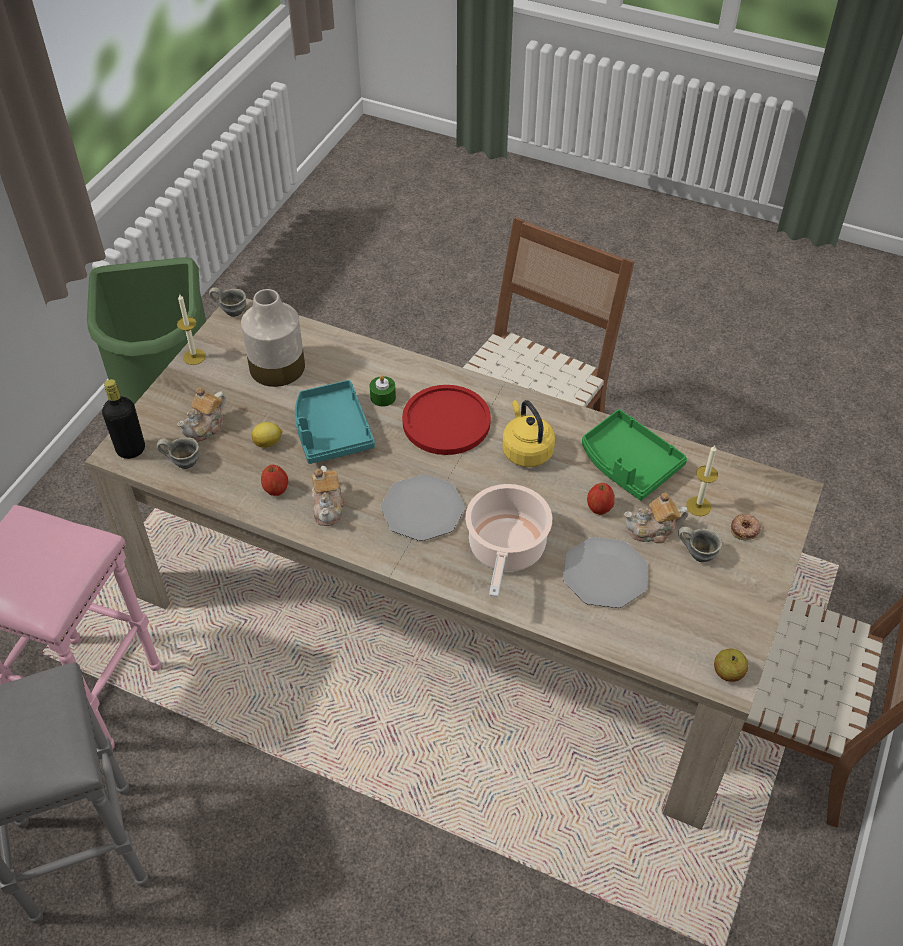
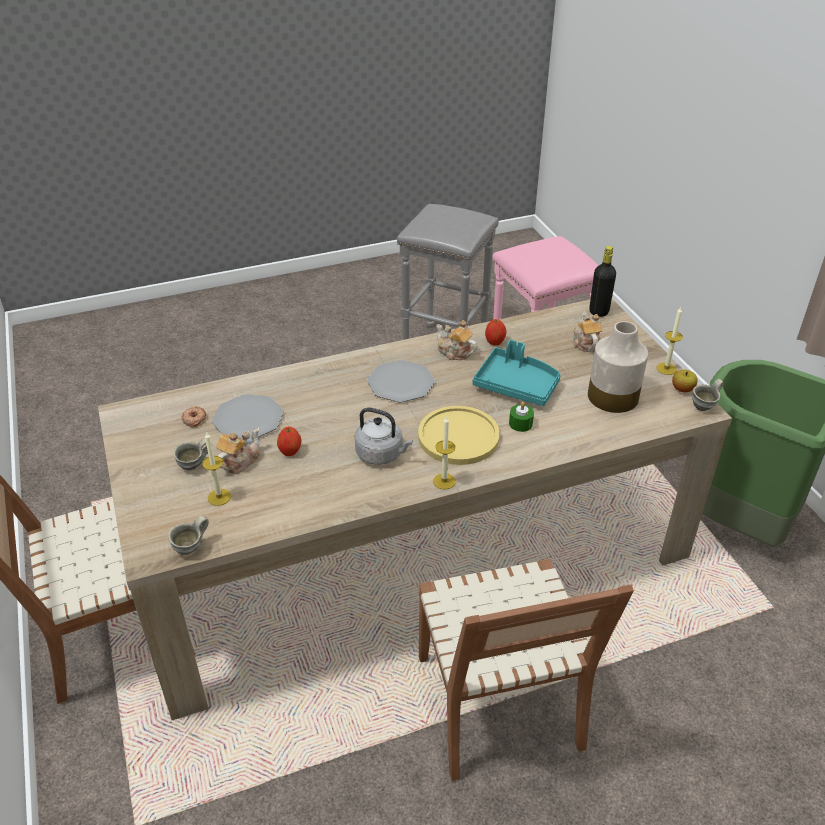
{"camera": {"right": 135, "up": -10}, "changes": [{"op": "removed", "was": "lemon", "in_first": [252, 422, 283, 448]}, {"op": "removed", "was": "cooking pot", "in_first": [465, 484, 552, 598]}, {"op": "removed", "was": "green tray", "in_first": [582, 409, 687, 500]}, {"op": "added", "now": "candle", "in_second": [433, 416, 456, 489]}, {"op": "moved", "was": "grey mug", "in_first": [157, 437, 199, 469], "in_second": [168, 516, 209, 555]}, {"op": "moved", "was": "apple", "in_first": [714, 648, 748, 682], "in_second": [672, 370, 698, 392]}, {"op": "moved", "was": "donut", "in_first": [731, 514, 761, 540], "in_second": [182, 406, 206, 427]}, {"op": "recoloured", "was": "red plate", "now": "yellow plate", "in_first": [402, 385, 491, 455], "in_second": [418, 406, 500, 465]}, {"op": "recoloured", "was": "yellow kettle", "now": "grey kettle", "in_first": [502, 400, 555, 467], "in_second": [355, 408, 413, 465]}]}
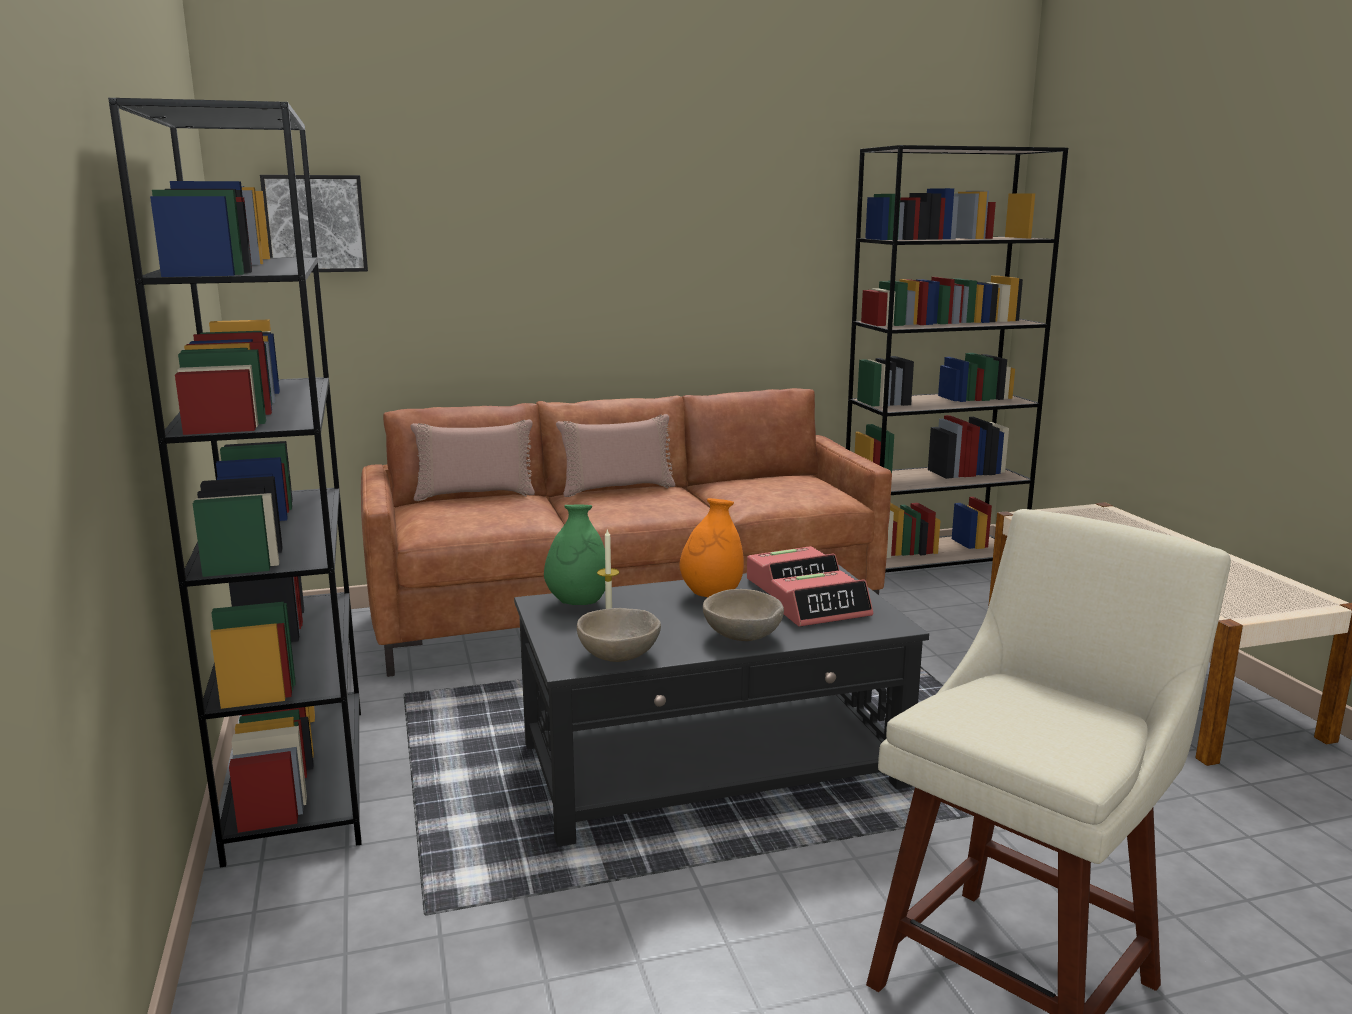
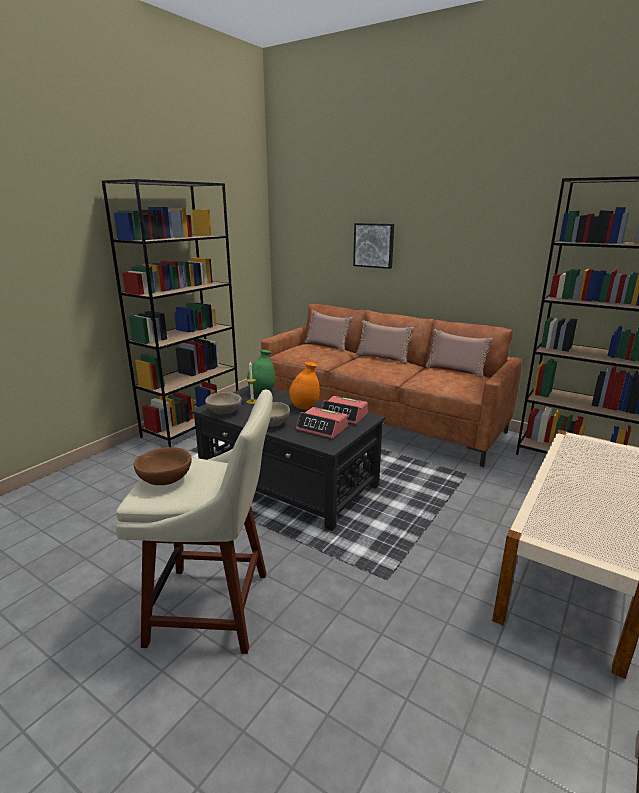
{"camera": {"right": 50, "up": 5}, "changes": [{"op": "added", "now": "brown bowl", "in_second": [134, 447, 192, 485]}, {"op": "added", "now": "beige pillow", "in_second": [425, 329, 493, 378]}, {"op": "moved", "was": "picture", "in_first": [260, 175, 368, 272], "in_second": [353, 223, 394, 269]}, {"op": "recoloured", "was": "black bookcase", "now": "beige bookcase", "in_first": [108, 98, 362, 867], "in_second": [102, 179, 238, 447]}]}
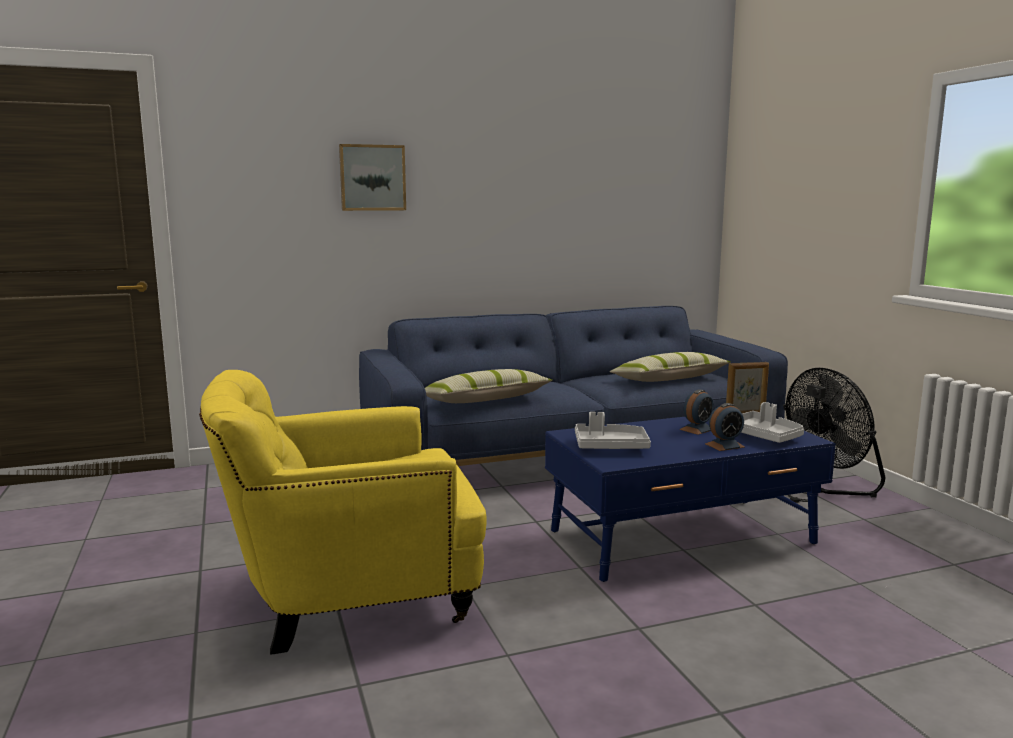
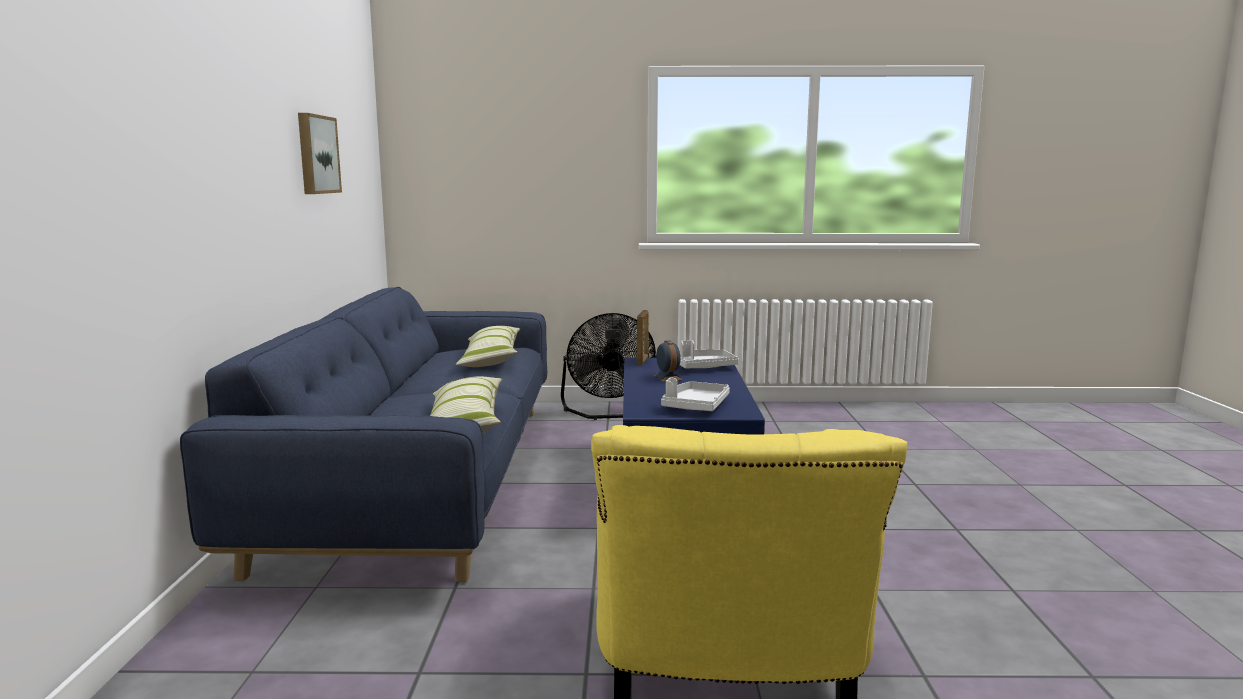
{"camera": {"right": -70, "up": 0}, "changes": [{"op": "removed", "was": "alarm clock", "in_first": [705, 403, 745, 451]}, {"op": "moved", "was": "picture", "in_first": [339, 144, 406, 211], "in_second": [298, 113, 342, 194]}]}
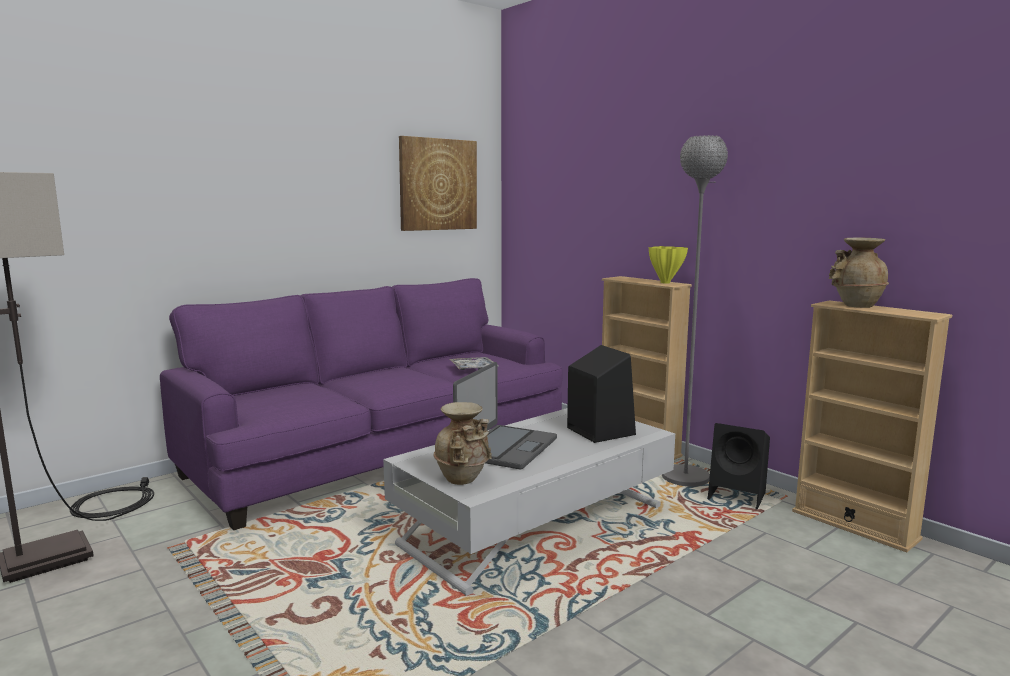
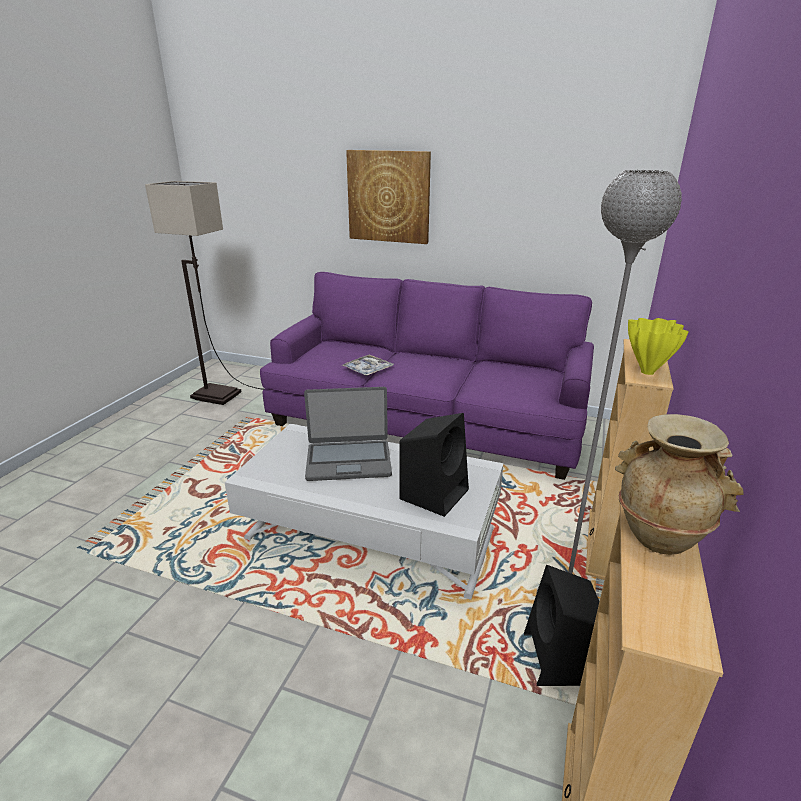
{"camera": {"right": 60, "up": 15}, "changes": [{"op": "removed", "was": "beige vase", "in_first": [434, 402, 492, 485]}, {"op": "moved", "was": "picture", "in_first": [399, 136, 477, 231], "in_second": [346, 150, 431, 244]}, {"op": "moved", "was": "tray", "in_first": [450, 357, 499, 370], "in_second": [341, 355, 394, 376]}]}
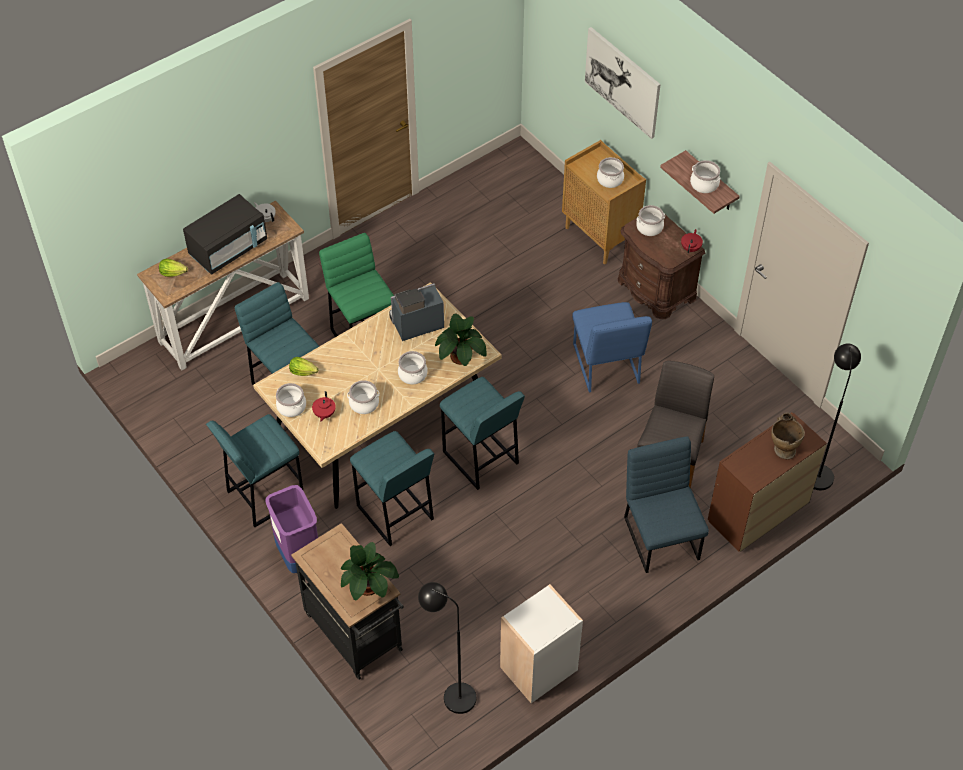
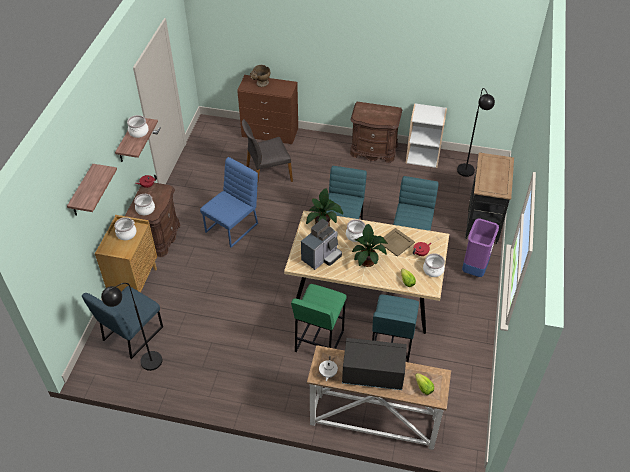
{"camera": {"right": -130, "up": -5}, "changes": [{"op": "removed", "was": "turquoise stool", "in_first": [206, 414, 304, 527]}, {"op": "added", "now": "brown nightstand", "in_second": [350, 102, 402, 163]}, {"op": "moved", "was": "potted plant", "in_first": [341, 542, 399, 600], "in_second": [352, 224, 388, 267]}, {"op": "moved", "was": "blue chair", "in_first": [624, 436, 709, 573], "in_second": [82, 286, 163, 359]}, {"op": "moved", "was": "black floor lamp", "in_first": [814, 344, 861, 490], "in_second": [101, 283, 162, 371]}, {"op": "replaced", "was": "cooking pot", "now": "beige tray", "in_first": [347, 380, 380, 414], "in_second": [379, 228, 415, 257]}, {"op": "replaced", "was": "picture", "now": "shelf", "in_first": [585, 27, 661, 139], "in_second": [67, 164, 117, 215]}, {"op": "turned", "was": "coffee machine", "in_first": [389, 283, 444, 341], "in_second": [301, 219, 342, 270], "clockwise": -75}]}
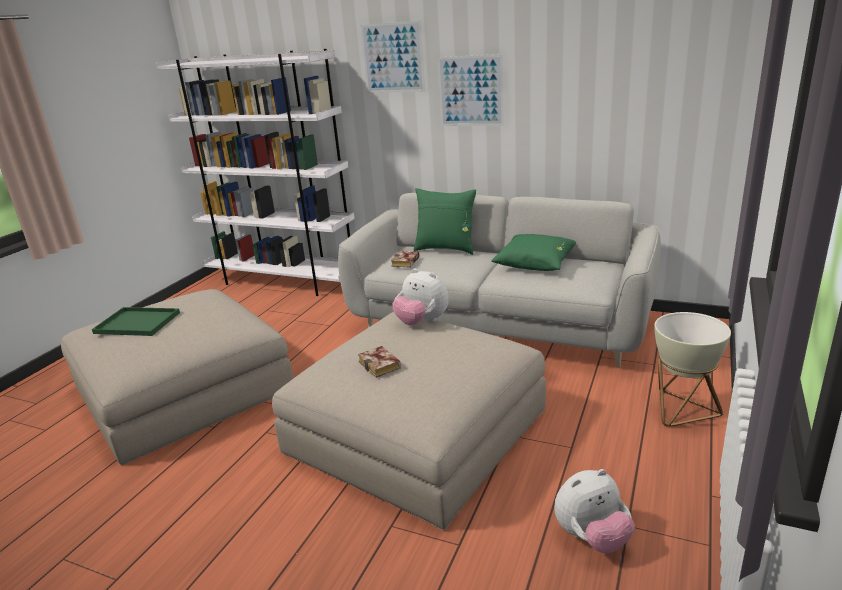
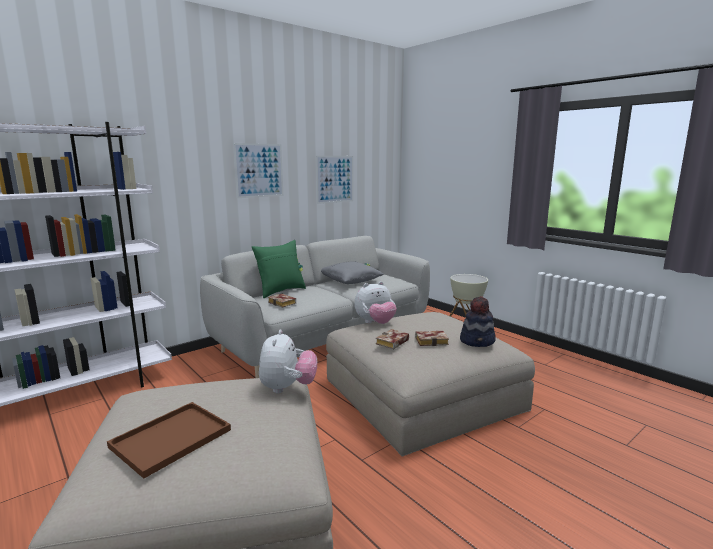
{"camera": {"right": -65, "up": -10}, "changes": [{"op": "added", "now": "book", "in_second": [376, 329, 409, 349]}, {"op": "added", "now": "hat", "in_second": [460, 296, 496, 347]}, {"op": "moved", "was": "picture", "in_first": [360, 20, 425, 93], "in_second": [316, 156, 353, 204]}, {"op": "moved", "was": "plush toy", "in_first": [554, 469, 635, 553], "in_second": [259, 330, 317, 393]}, {"op": "recoloured", "was": "green tray", "now": "brown tray", "in_first": [92, 307, 180, 336], "in_second": [107, 402, 231, 478]}, {"op": "recoloured", "was": "green pillow", "now": "grey pillow", "in_first": [491, 234, 576, 271], "in_second": [321, 261, 384, 284]}]}
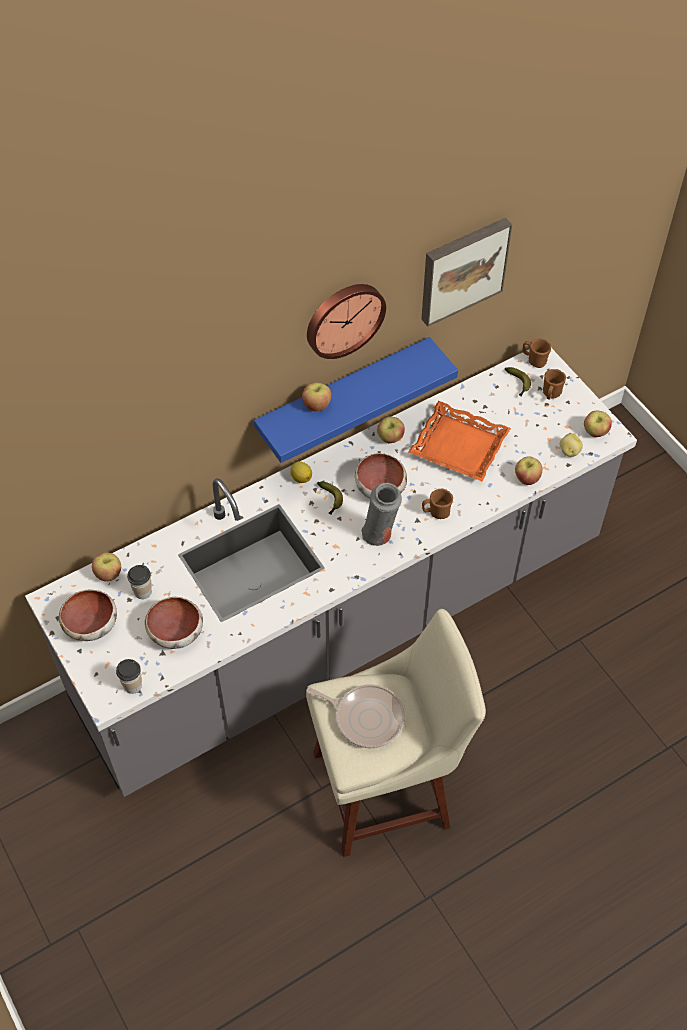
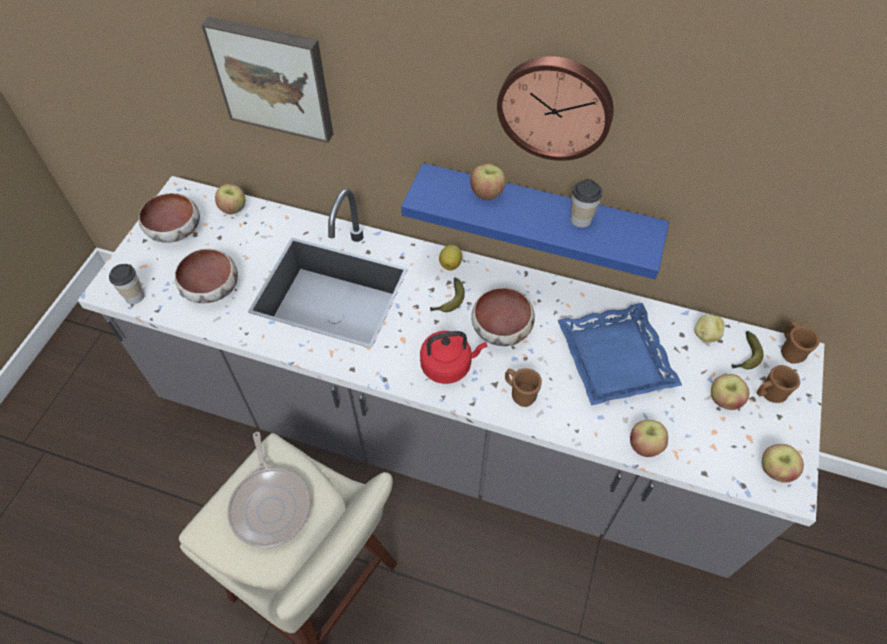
{"camera": {"right": 50, "up": 0}, "changes": [{"op": "moved", "was": "cup", "in_first": [127, 565, 152, 599], "in_second": [570, 179, 602, 228]}, {"op": "moved", "was": "apple", "in_first": [377, 417, 405, 443], "in_second": [711, 374, 749, 410]}, {"op": "moved", "was": "picture", "in_first": [421, 218, 512, 327], "in_second": [201, 16, 333, 143]}, {"op": "moved", "was": "potato", "in_first": [560, 433, 583, 457], "in_second": [695, 315, 725, 342]}, {"op": "replaced", "was": "grey vase", "now": "red kettle", "in_first": [361, 483, 402, 546], "in_second": [420, 331, 487, 384]}, {"op": "recoloured", "was": "orange tray", "now": "blue tray", "in_first": [408, 401, 511, 481], "in_second": [558, 303, 682, 405]}]}
